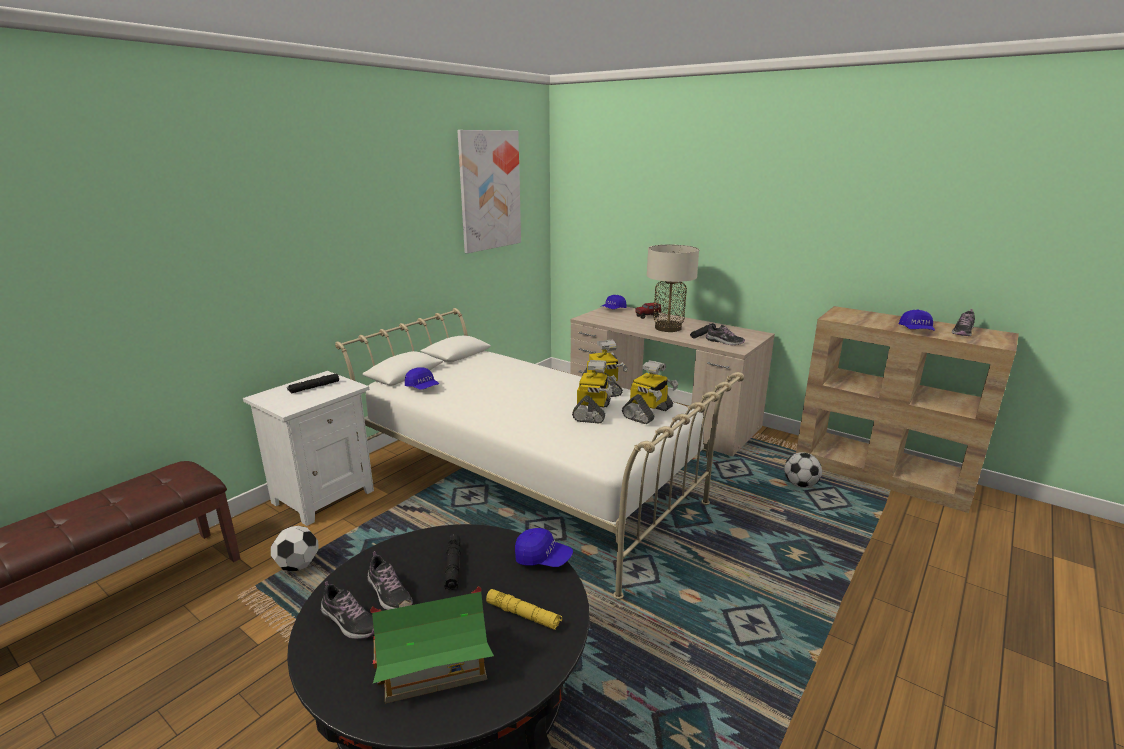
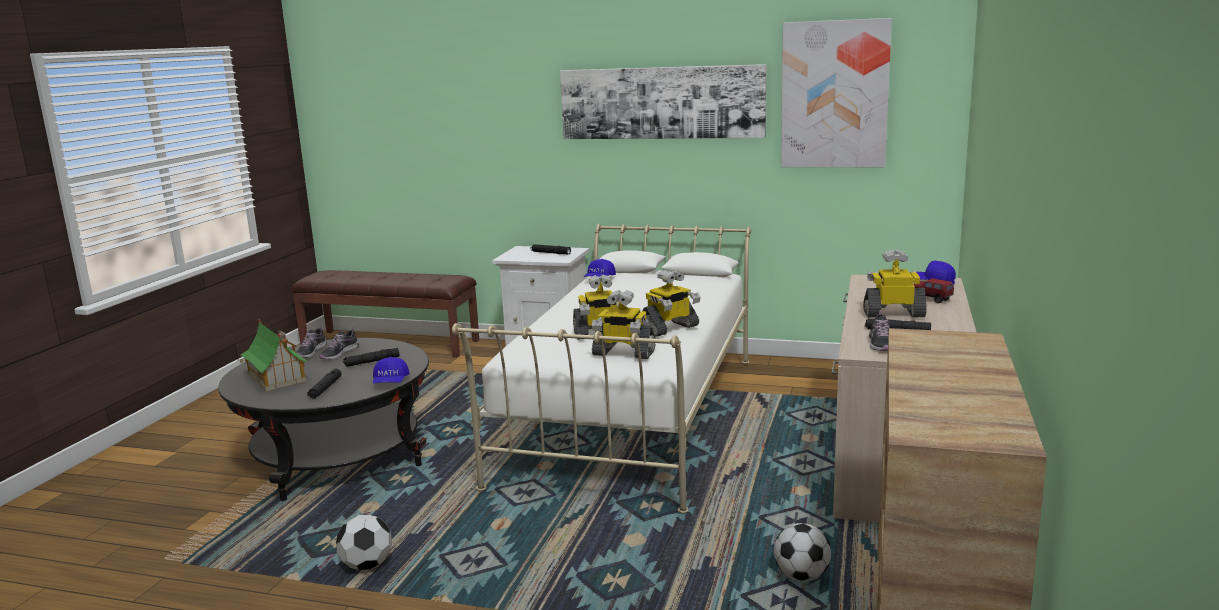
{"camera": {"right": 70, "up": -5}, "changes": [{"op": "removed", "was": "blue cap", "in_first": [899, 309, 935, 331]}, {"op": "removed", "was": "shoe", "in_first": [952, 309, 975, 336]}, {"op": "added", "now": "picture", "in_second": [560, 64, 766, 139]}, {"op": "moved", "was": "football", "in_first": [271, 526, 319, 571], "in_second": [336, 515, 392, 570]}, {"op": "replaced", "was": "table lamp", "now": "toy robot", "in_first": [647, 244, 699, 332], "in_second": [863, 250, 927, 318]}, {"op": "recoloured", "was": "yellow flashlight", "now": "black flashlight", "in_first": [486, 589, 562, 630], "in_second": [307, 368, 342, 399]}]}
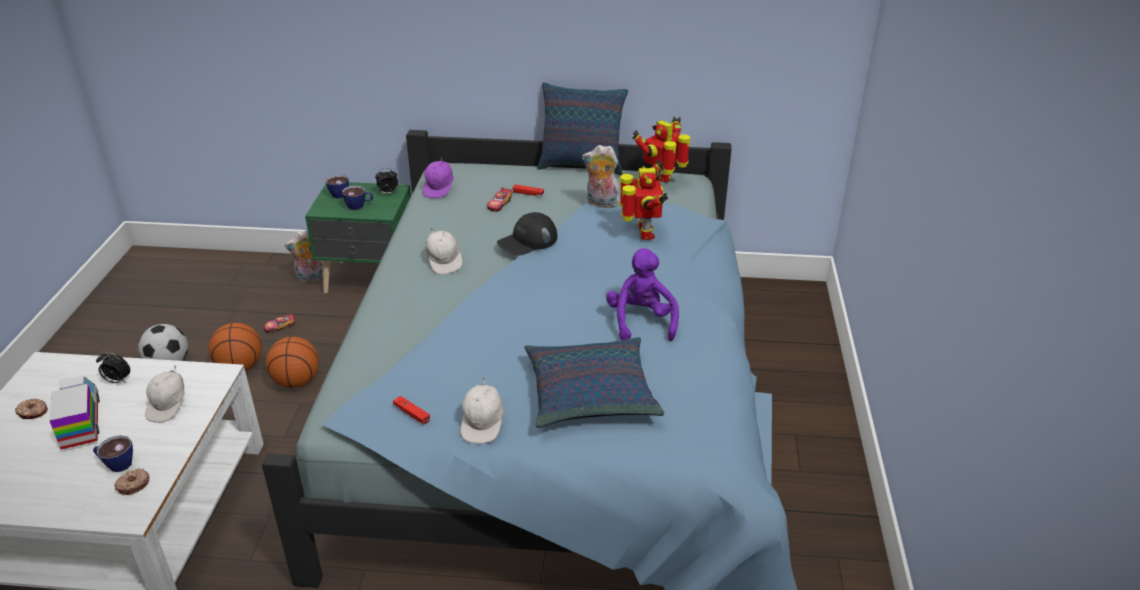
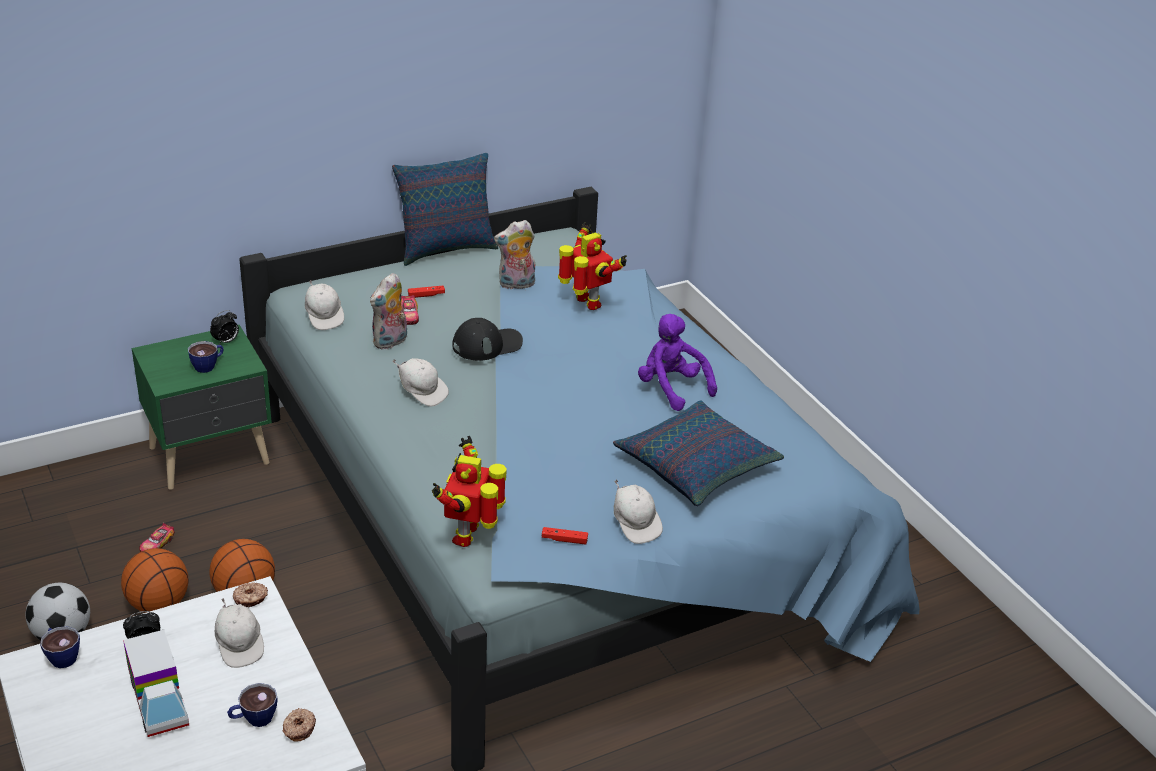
{"camera": {"right": -35, "up": 0}, "changes": [{"op": "moved", "was": "donut", "in_first": [15, 399, 48, 419], "in_second": [233, 582, 268, 607]}, {"op": "moved", "was": "plush toy", "in_first": [285, 230, 323, 283], "in_second": [370, 273, 410, 349]}, {"op": "moved", "was": "cup", "in_first": [326, 175, 349, 198], "in_second": [40, 626, 80, 668]}, {"op": "moved", "was": "toy robot", "in_first": [632, 117, 690, 183], "in_second": [432, 436, 506, 547]}, {"op": "recoloured", "was": "purple cap", "now": "white cap", "in_first": [423, 158, 454, 198], "in_second": [305, 280, 344, 330]}, {"op": "turned", "was": "toy truck", "in_first": [49, 376, 100, 450], "in_second": [123, 630, 189, 737], "clockwise": -150}, {"op": "turned", "was": "black cap", "in_first": [497, 212, 557, 255], "in_second": [452, 318, 523, 361], "clockwise": -135}]}
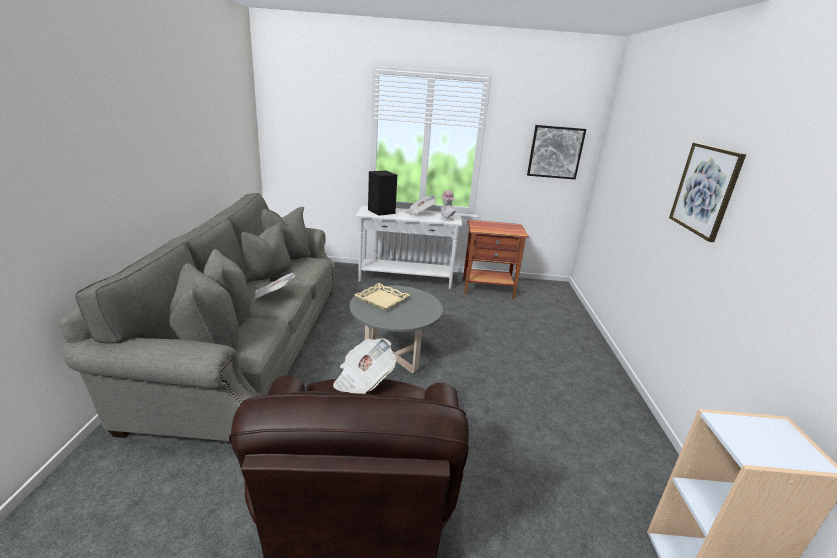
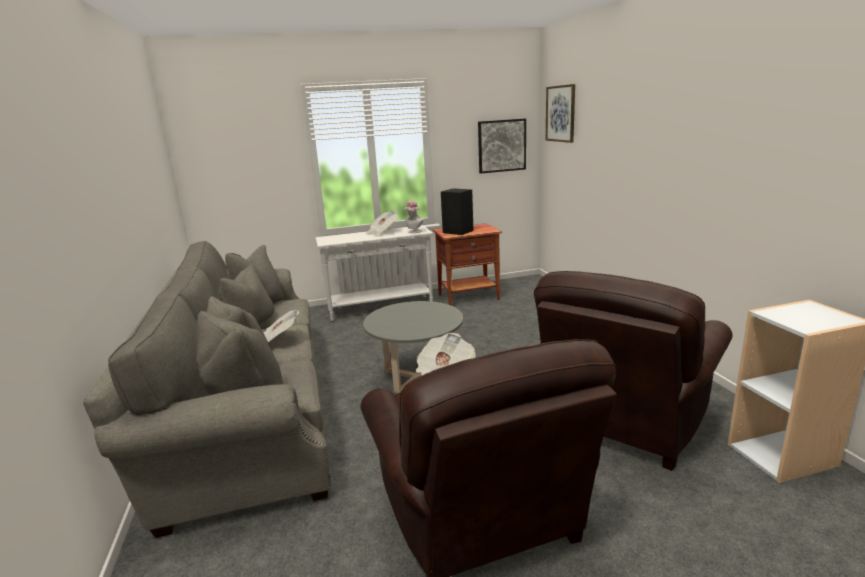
{"camera": {"right": -15, "up": -5}, "changes": [{"op": "removed", "was": "beige tray", "in_first": [354, 283, 410, 310]}, {"op": "added", "now": "brown armchair", "in_second": [534, 271, 733, 471]}, {"op": "moved", "was": "black speaker", "in_first": [368, 170, 397, 216], "in_second": [441, 188, 473, 235]}, {"op": "moved", "was": "picture", "in_first": [669, 143, 746, 242], "in_second": [546, 84, 575, 143]}]}
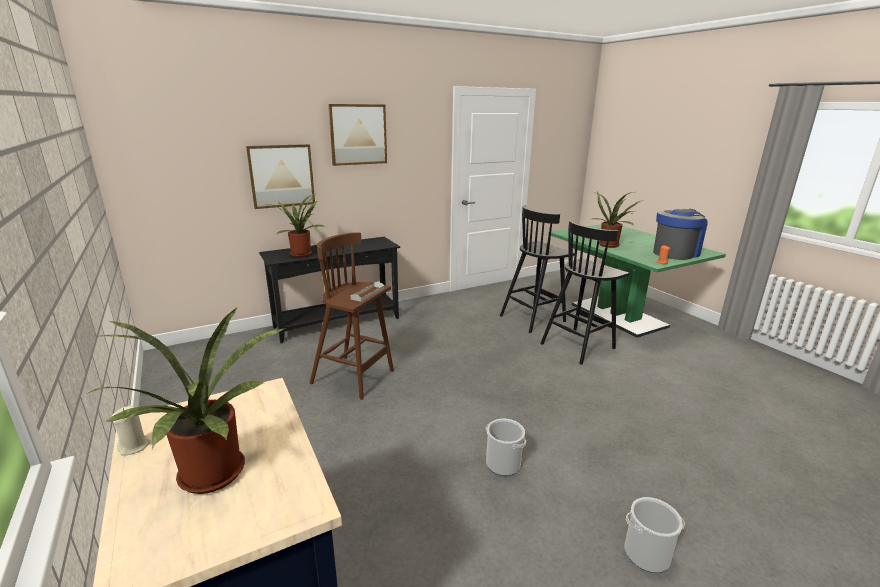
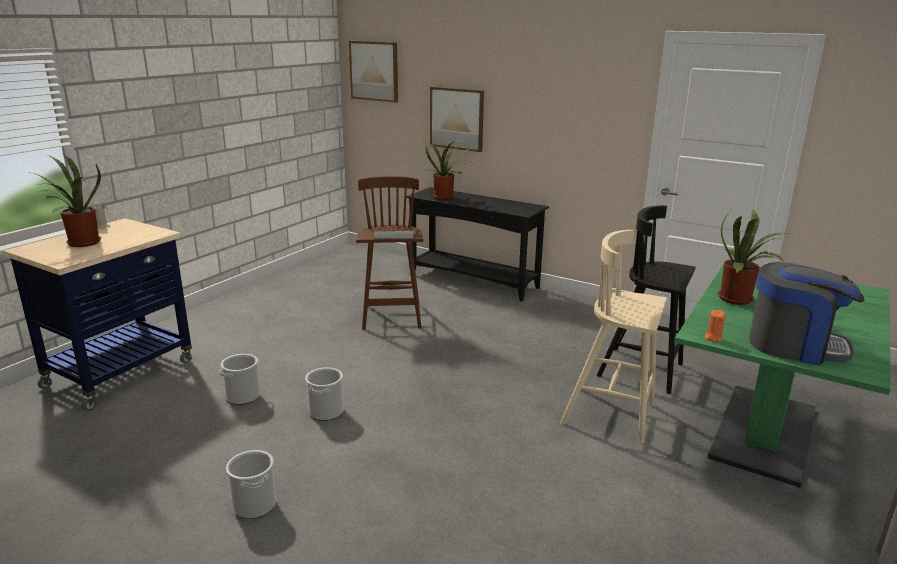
{"camera": {"right": 60, "up": 0}, "changes": [{"op": "added", "now": "bucket", "in_second": [219, 354, 260, 405]}, {"op": "moved", "was": "picture", "in_first": [328, 104, 387, 166], "in_second": [349, 41, 398, 102]}, {"op": "recoloured", "was": "black stool", "now": "beige stool", "in_first": [540, 219, 630, 365], "in_second": [560, 230, 667, 444]}]}
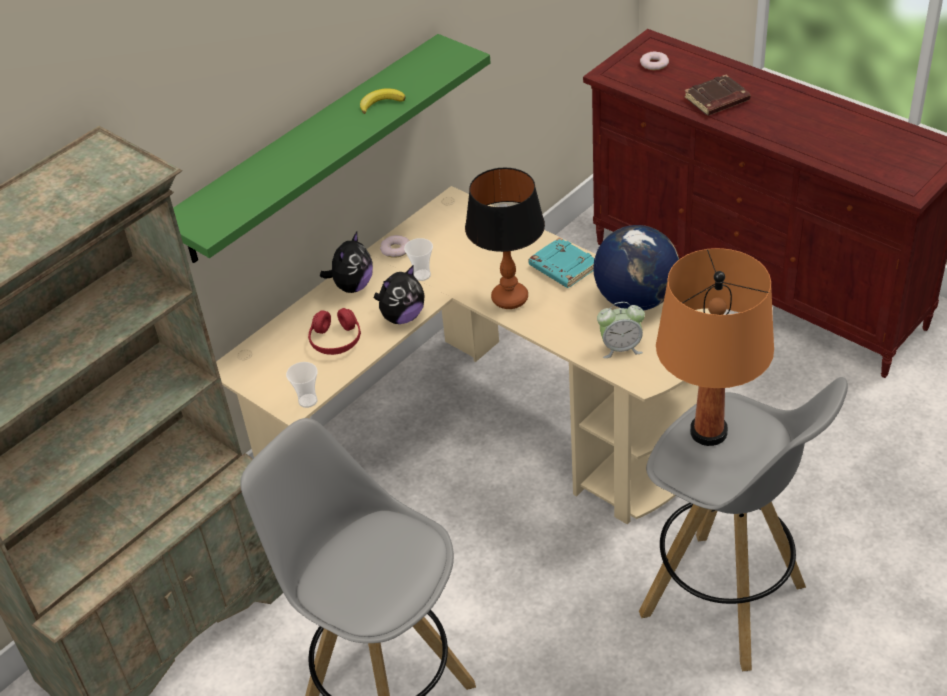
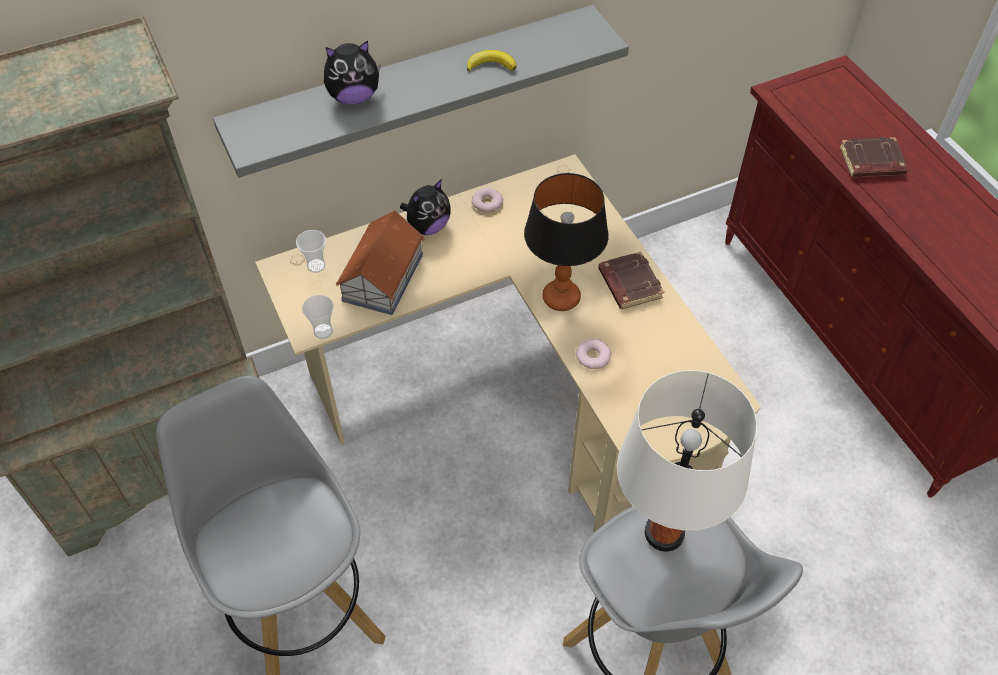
{"camera": {"right": 20, "up": 10}, "changes": [{"op": "removed", "was": "globe", "in_first": [593, 225, 679, 310]}, {"op": "removed", "was": "alarm clock", "in_first": [597, 302, 645, 358]}, {"op": "moved", "was": "plush toy", "in_first": [374, 265, 424, 324], "in_second": [324, 41, 381, 104]}, {"op": "moved", "was": "cup", "in_first": [404, 238, 433, 281], "in_second": [296, 230, 326, 273]}, {"op": "moved", "was": "donut", "in_first": [640, 52, 669, 70], "in_second": [576, 339, 612, 369]}, {"op": "replaced", "was": "red headphones", "now": "toy house", "in_first": [308, 308, 361, 355], "in_second": [336, 210, 424, 315]}, {"op": "recoloured", "was": "green shelf", "now": "grey shelf", "in_first": [173, 34, 491, 263], "in_second": [213, 5, 629, 178]}, {"op": "recoloured", "was": "turquoise book", "now": "brown book", "in_first": [528, 237, 595, 288], "in_second": [598, 252, 664, 309]}, {"op": "recoloured", "was": "orange table lamp", "now": "white table lamp", "in_first": [656, 248, 774, 446], "in_second": [617, 370, 757, 552]}]}
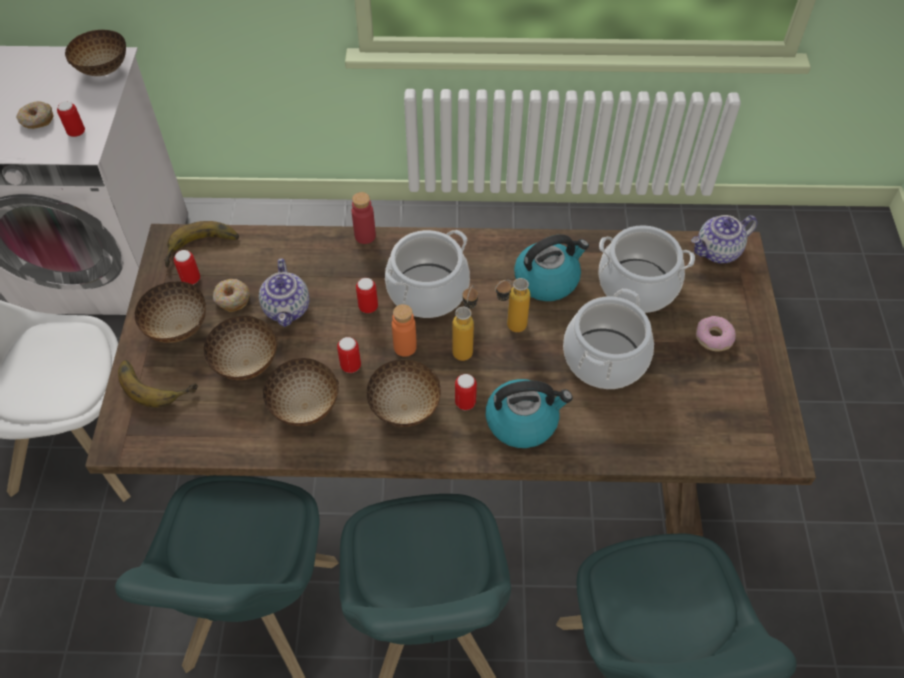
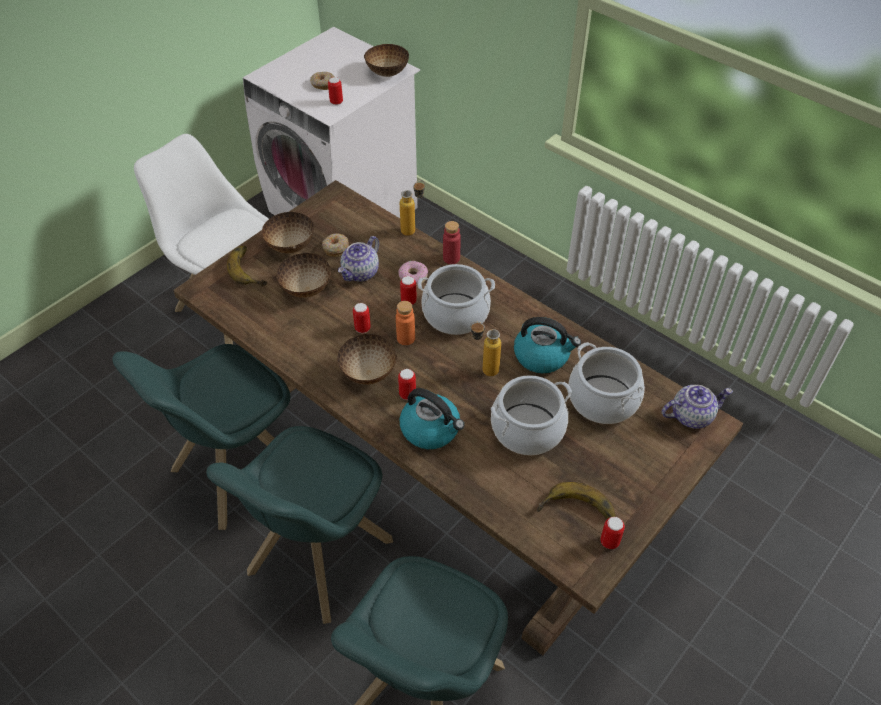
{"camera": {"right": 40, "up": -5}, "changes": [{"op": "removed", "was": "bowl", "in_first": [263, 358, 339, 426]}, {"op": "moved", "was": "banana", "in_first": [163, 221, 239, 267], "in_second": [537, 482, 616, 519]}, {"op": "moved", "was": "can", "in_first": [174, 250, 200, 285], "in_second": [600, 517, 625, 549]}, {"op": "moved", "was": "bottle", "in_first": [452, 285, 478, 361], "in_second": [400, 180, 425, 236]}, {"op": "moved", "was": "donut", "in_first": [696, 316, 736, 351], "in_second": [398, 261, 428, 286]}, {"op": "turned", "was": "teapot", "in_first": [691, 215, 758, 263], "in_second": [662, 385, 733, 429], "clockwise": 150}]}
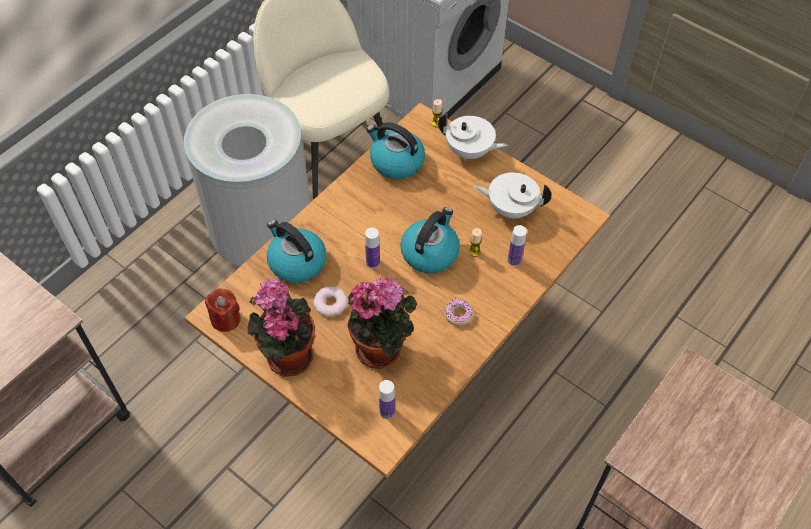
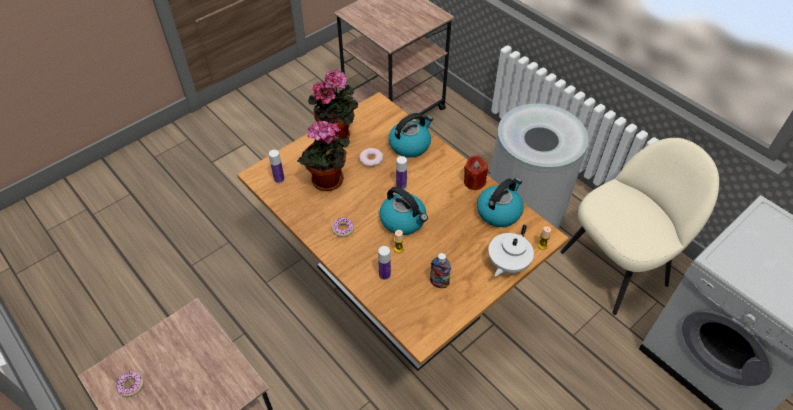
{"camera": {"right": 100, "up": -5}, "changes": [{"op": "added", "now": "donut", "in_second": [116, 371, 144, 397]}, {"op": "moved", "was": "red candle", "in_first": [205, 288, 241, 332], "in_second": [464, 155, 488, 190]}, {"op": "replaced", "was": "white teapot", "now": "bottle", "in_first": [474, 172, 551, 219], "in_second": [430, 253, 451, 288]}]}
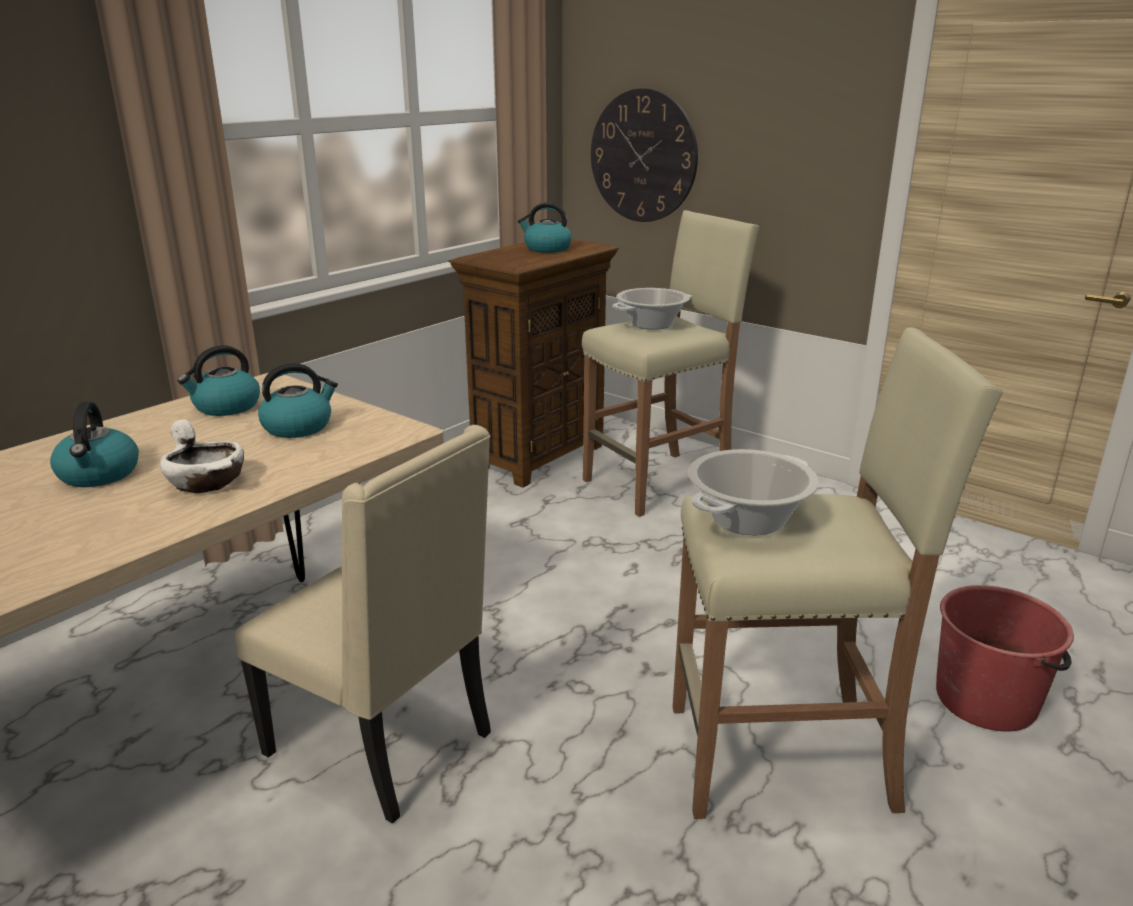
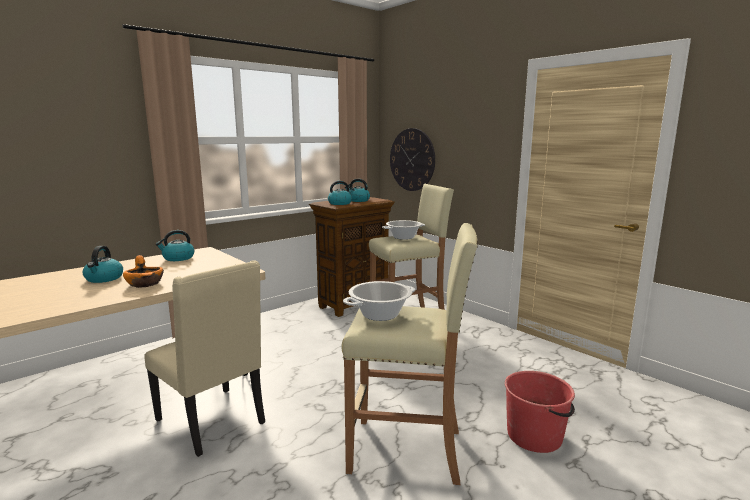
{"camera": {"right": 10, "up": -10}, "changes": [{"op": "moved", "was": "kettle", "in_first": [258, 363, 338, 438], "in_second": [328, 181, 355, 205]}, {"op": "recoloured", "was": "white bowl", "now": "orange bowl", "in_first": [160, 419, 244, 493], "in_second": [123, 255, 164, 288]}]}
